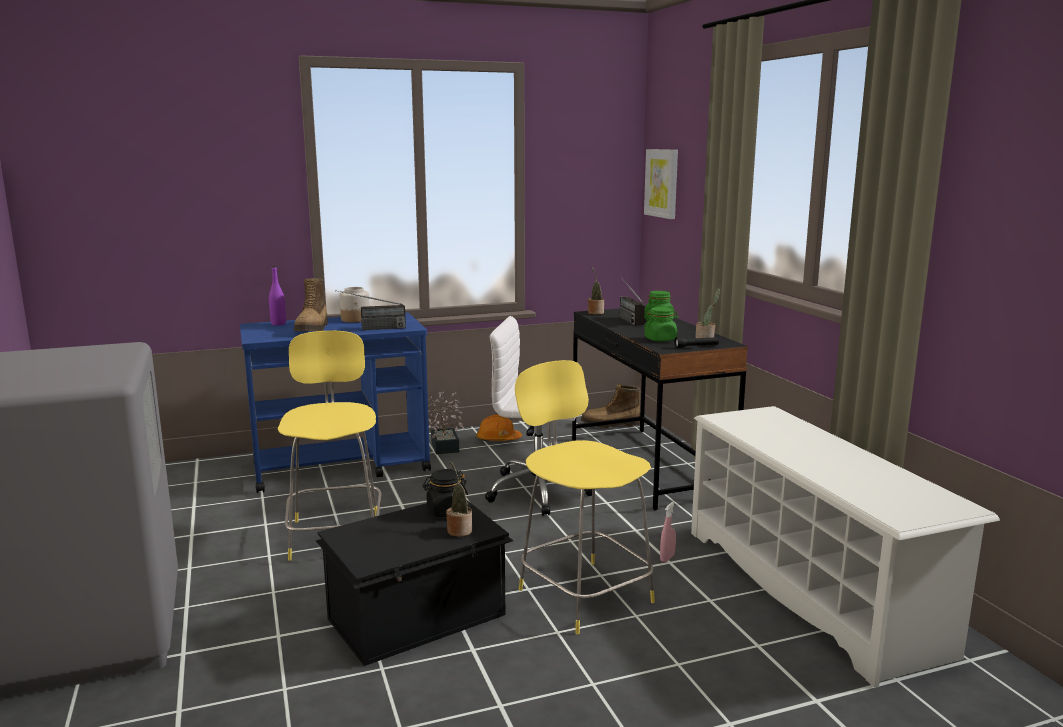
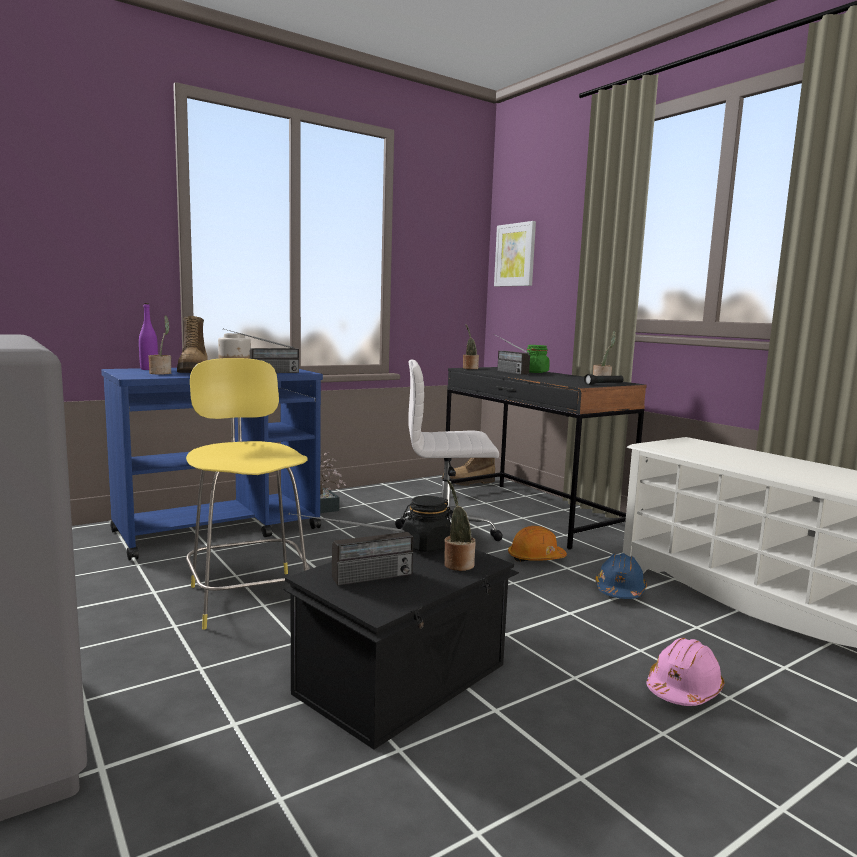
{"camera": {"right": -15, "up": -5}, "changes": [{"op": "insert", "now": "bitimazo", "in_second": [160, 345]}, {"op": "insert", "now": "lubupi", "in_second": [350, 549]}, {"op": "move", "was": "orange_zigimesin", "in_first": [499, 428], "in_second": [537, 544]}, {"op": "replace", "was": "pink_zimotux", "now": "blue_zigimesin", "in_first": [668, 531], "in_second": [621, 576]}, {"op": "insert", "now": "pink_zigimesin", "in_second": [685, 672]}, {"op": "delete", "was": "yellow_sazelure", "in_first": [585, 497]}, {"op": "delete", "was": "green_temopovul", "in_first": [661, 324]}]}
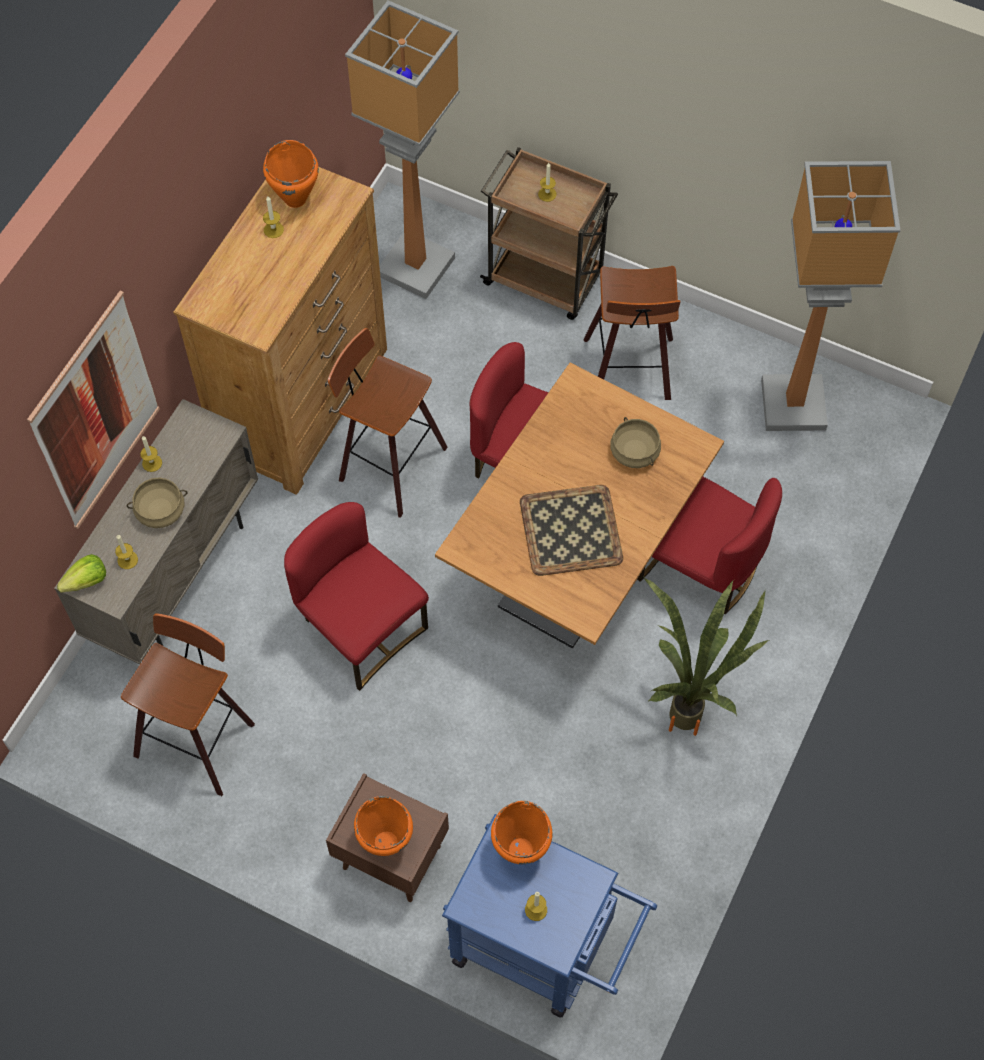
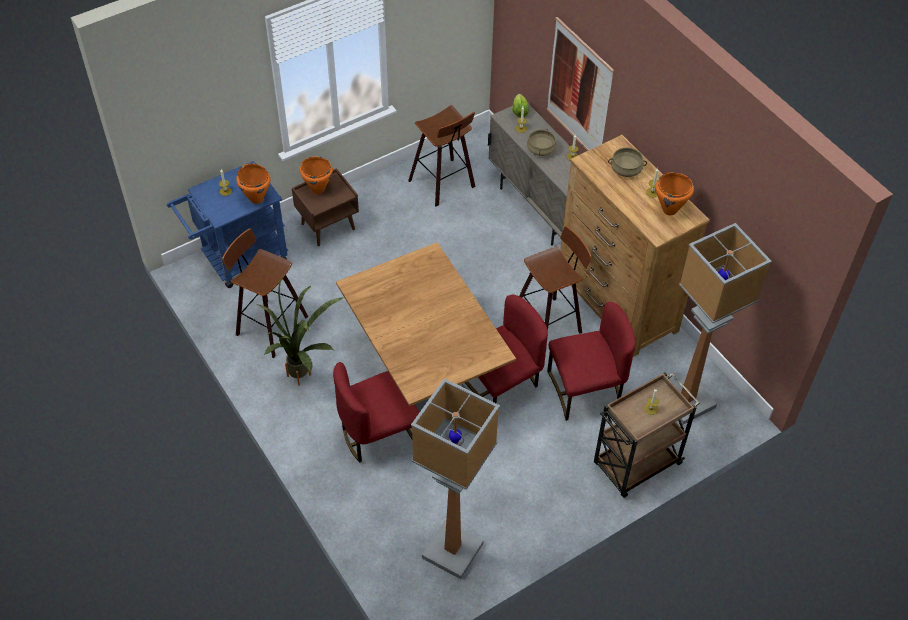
{"camera": {"right": 120, "up": -10}, "changes": [{"op": "move", "was": "sazelure", "in_first": [632, 333], "in_second": [265, 293]}, {"op": "move", "was": "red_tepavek", "in_first": [356, 596], "in_second": [591, 361]}, {"op": "move", "was": "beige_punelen", "in_first": [635, 442], "in_second": [627, 162]}, {"op": "delete", "was": "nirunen", "in_first": [571, 530]}]}
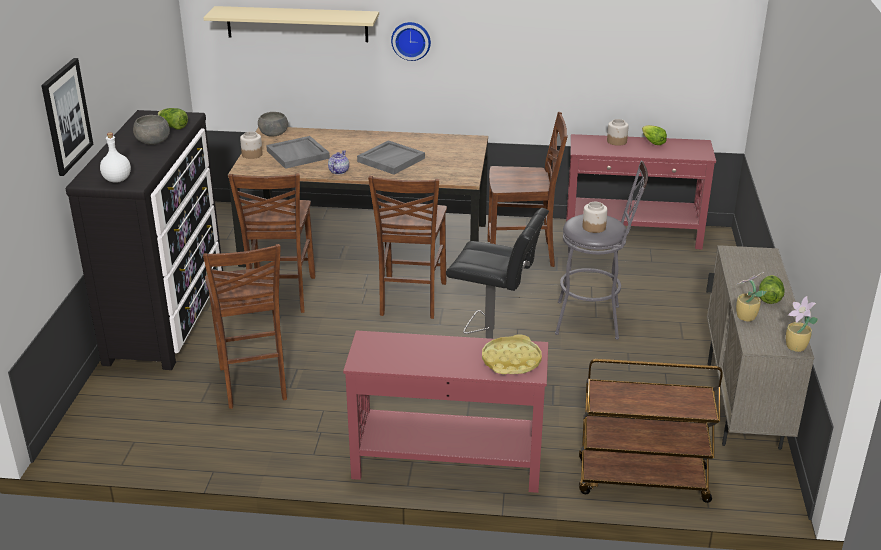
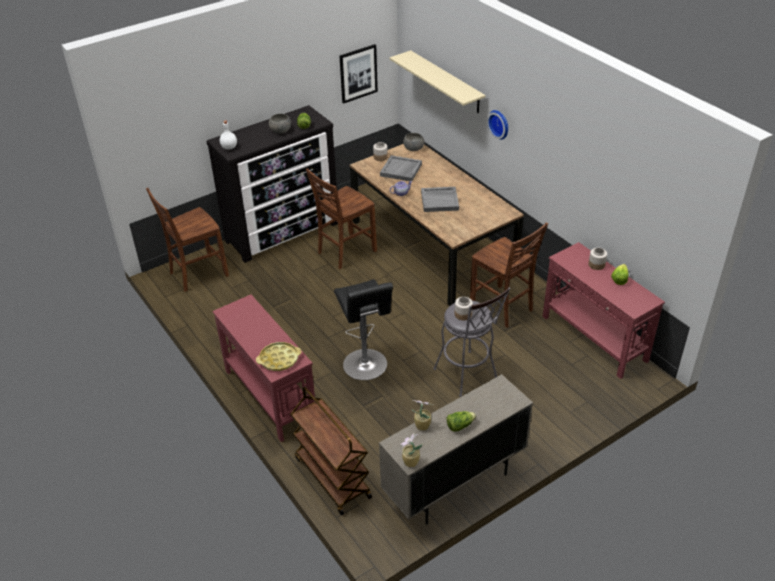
{"camera": {"right": 50, "up": 10}, "changes": [{"op": "move", "was": "brown_tepavek", "in_first": [407, 247], "in_second": [187, 240]}, {"op": "move", "was": "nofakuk", "in_first": [67, 117], "in_second": [359, 74]}, {"op": "delete", "was": "brown_sazelure", "in_first": [245, 326]}]}
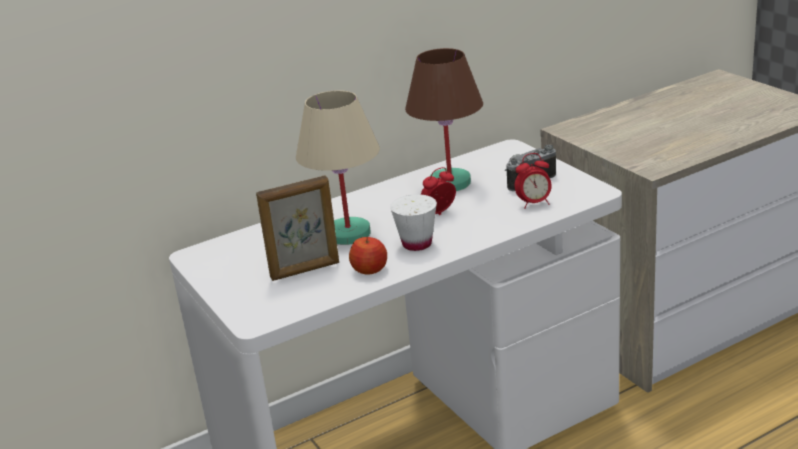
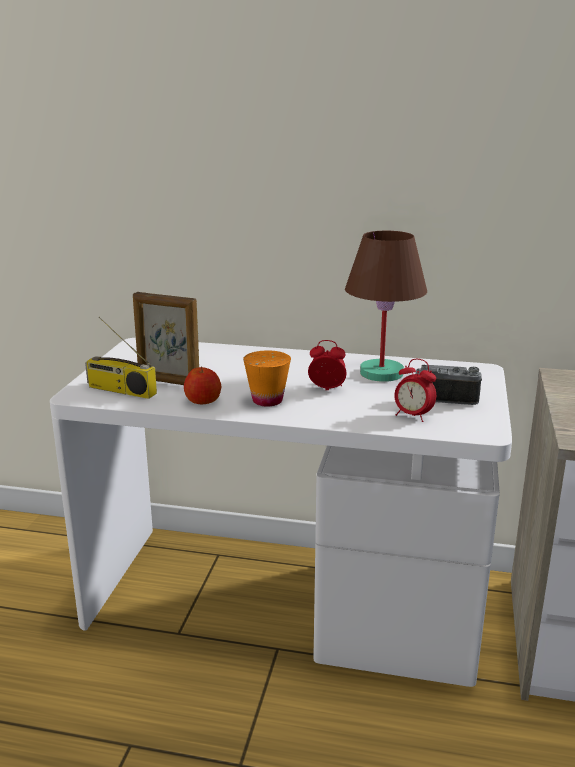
{"camera": {"right": 40, "up": -5}, "changes": [{"op": "insert", "now": "lubupi", "in_second": [121, 358]}, {"op": "recolor", "was": "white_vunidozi", "now": "orange_vunidozi", "in_first": [413, 222], "in_second": [267, 378]}, {"op": "delete", "was": "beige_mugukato", "in_first": [338, 167]}]}
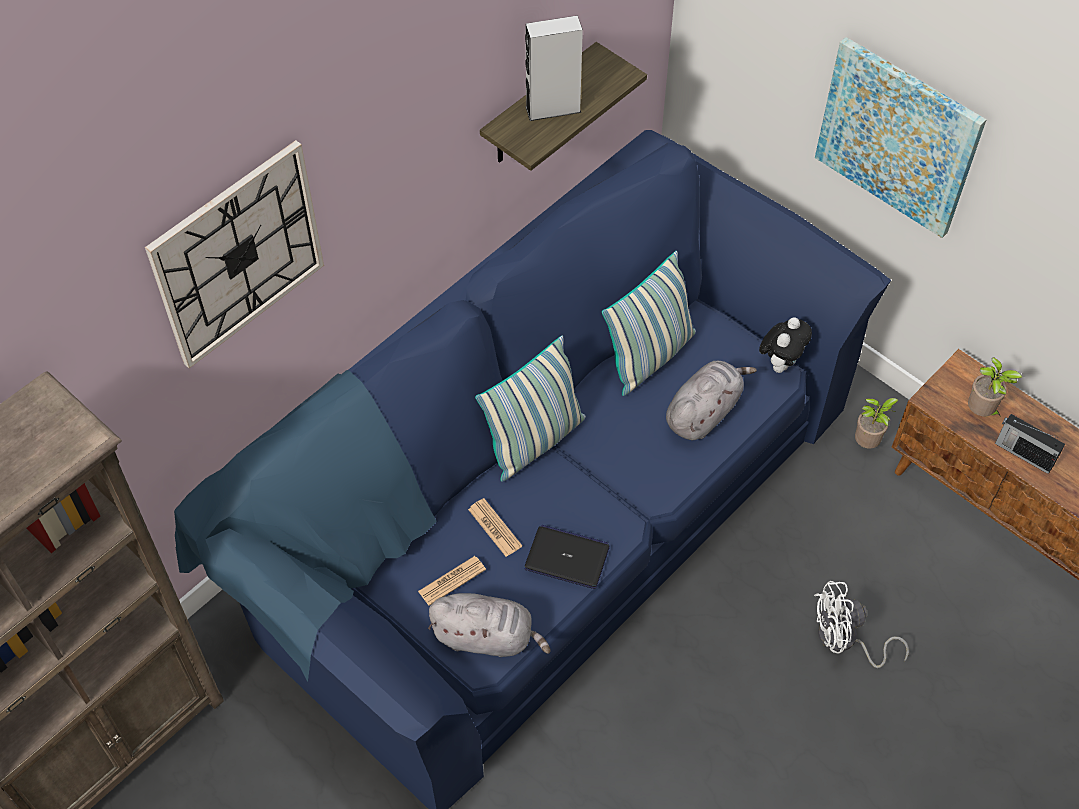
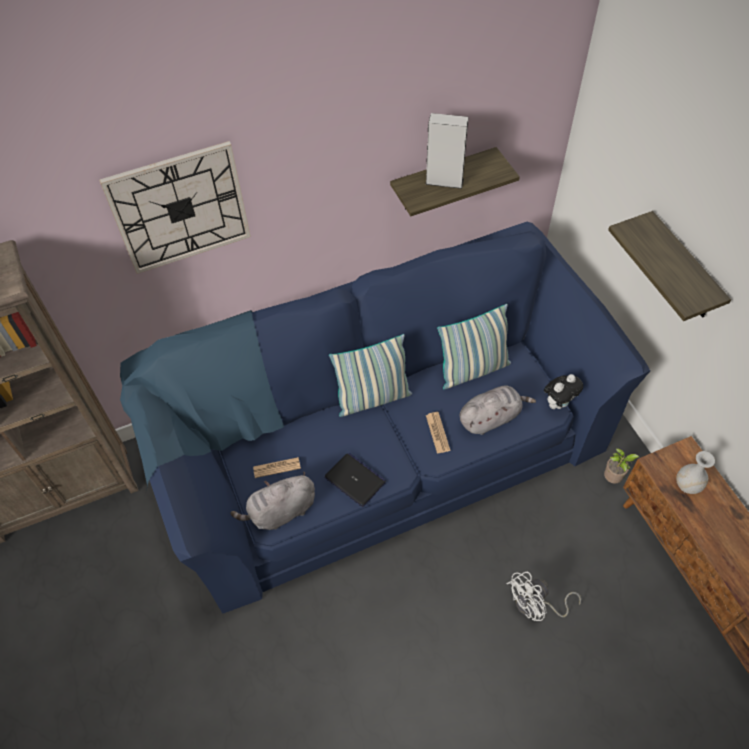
{"camera": {"right": 25, "up": 0}, "changes": [{"op": "rotate", "was": "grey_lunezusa", "in_first": [489, 625], "in_second": [272, 501], "clockwise": 120}, {"op": "move", "was": "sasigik", "in_first": [495, 527], "in_second": [438, 433]}, {"op": "rotate", "was": "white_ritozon", "in_first": [861, 624], "in_second": [544, 596], "clockwise": -45}, {"op": "replace", "was": "nofakuk", "now": "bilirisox", "in_first": [901, 137], "in_second": [669, 266]}, {"op": "replace", "was": "bitimazo", "now": "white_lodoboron", "in_first": [995, 387], "in_second": [695, 472]}, {"op": "delete", "was": "lubupi", "in_first": [1030, 444]}]}
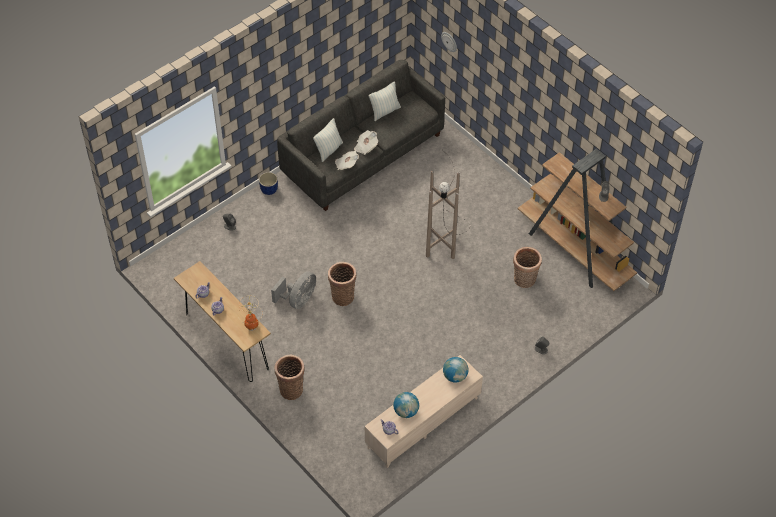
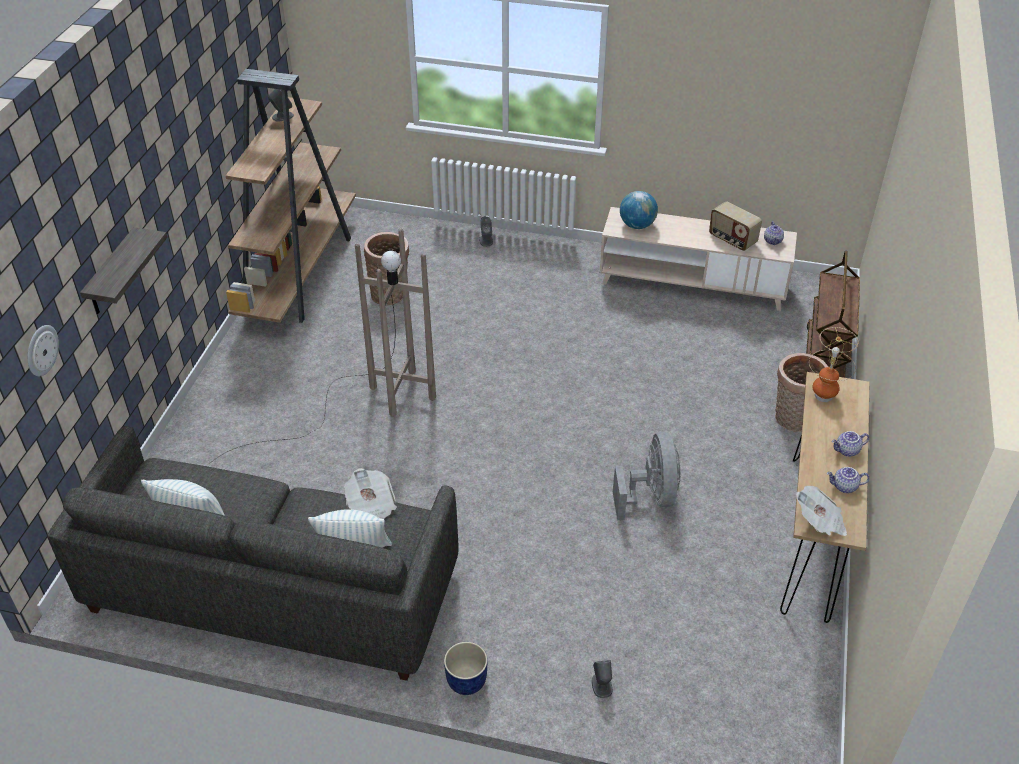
{"camera": {"right": -125, "up": -10}, "changes": [{"op": "insert", "now": "bilirisox", "in_second": [123, 270]}, {"op": "rotate", "was": "grey_ritozon", "in_first": [293, 290], "in_second": [647, 476], "clockwise": 90}, {"op": "replace", "was": "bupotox", "now": "lubupi", "in_first": [406, 405], "in_second": [735, 226]}, {"op": "move", "was": "sasigik", "in_first": [366, 142], "in_second": [821, 511]}, {"op": "insert", "now": "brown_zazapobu", "in_second": [833, 314]}, {"op": "delete", "was": "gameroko", "in_first": [342, 284]}]}
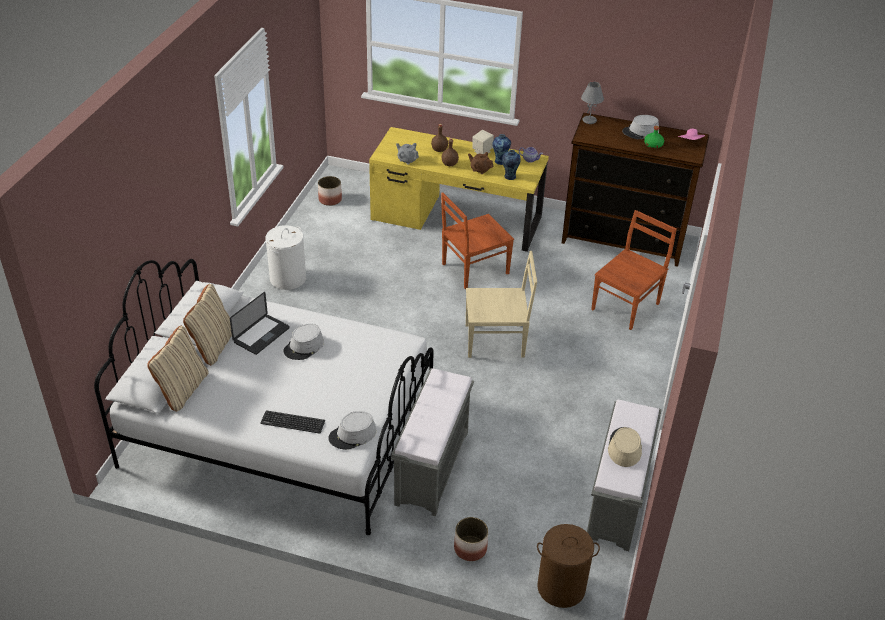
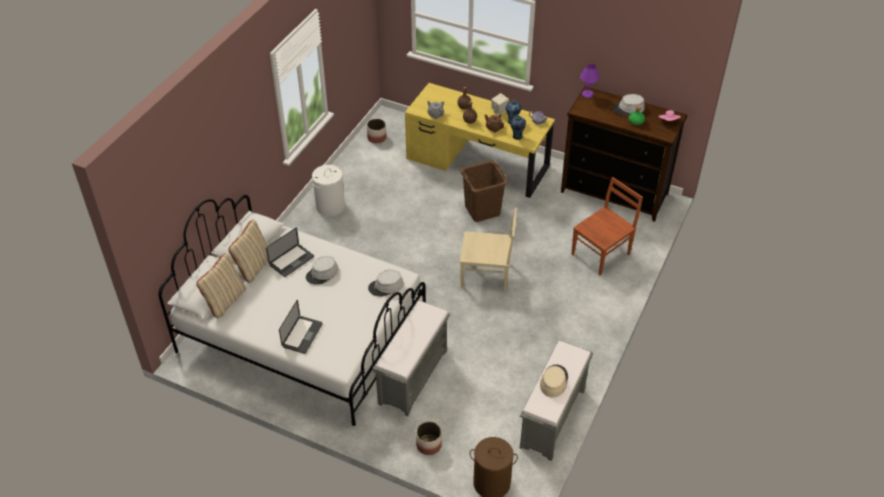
{"camera": {"right": 10, "up": 5}, "changes": [{"op": "replace", "was": "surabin", "now": "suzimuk", "in_first": [292, 422], "in_second": [301, 327]}, {"op": "move", "was": "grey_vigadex", "in_first": [352, 430], "in_second": [386, 283]}, {"op": "replace", "was": "brown_tepavek", "now": "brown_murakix", "in_first": [477, 240], "in_second": [484, 191]}, {"op": "recolor", "was": "grey_mugukato", "now": "purple_mugukato", "in_first": [592, 103], "in_second": [590, 81]}]}
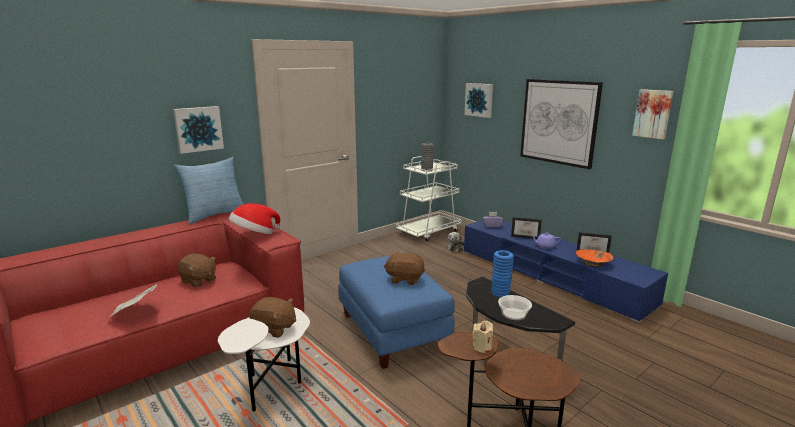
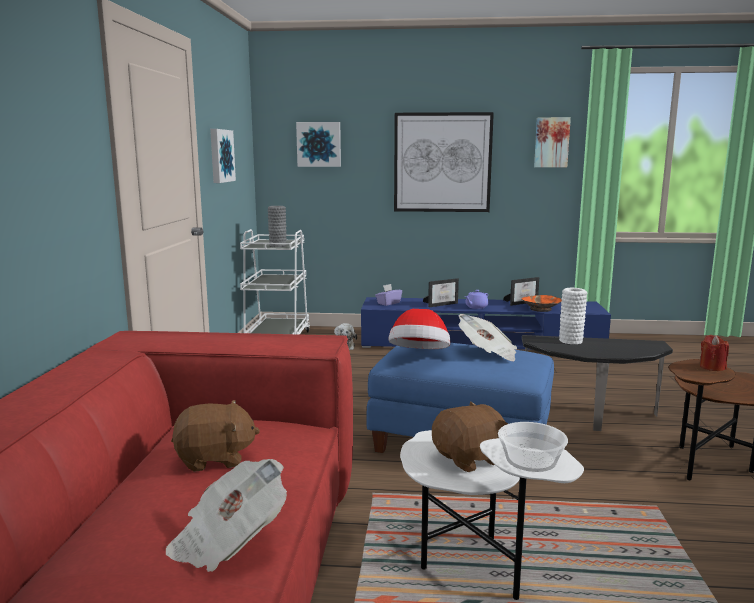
{"camera": {"right": -45, "up": -5}, "changes": [{"op": "move", "was": "nofakuk", "in_first": [198, 130], "in_second": [223, 156]}, {"op": "move", "was": "vigadex", "in_first": [254, 218], "in_second": [419, 329]}, {"op": "replace", "was": "brown_lunezusa", "now": "sasigik", "in_first": [404, 268], "in_second": [488, 337]}, {"op": "move", "was": "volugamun", "in_first": [515, 307], "in_second": [533, 447]}, {"op": "recolor", "was": "blue_lodoboron", "now": "white_lodoboron", "in_first": [503, 273], "in_second": [573, 316]}, {"op": "recolor", "was": "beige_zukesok", "now": "red_zukesok", "in_first": [482, 337], "in_second": [714, 353]}, {"op": "delete", "was": "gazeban", "in_first": [208, 190]}]}
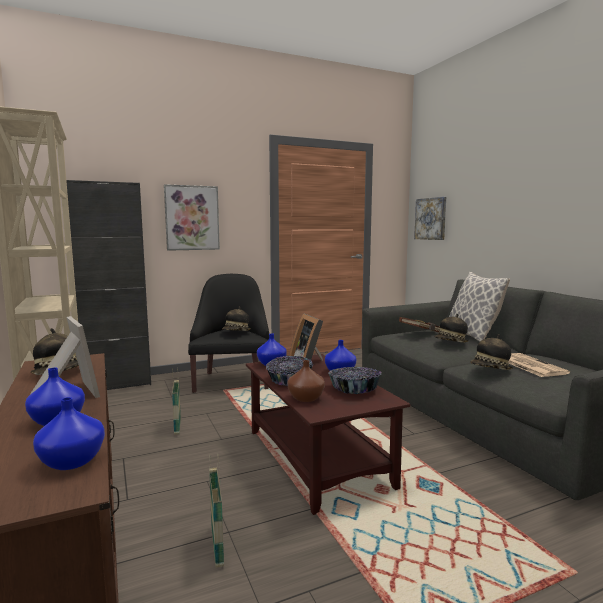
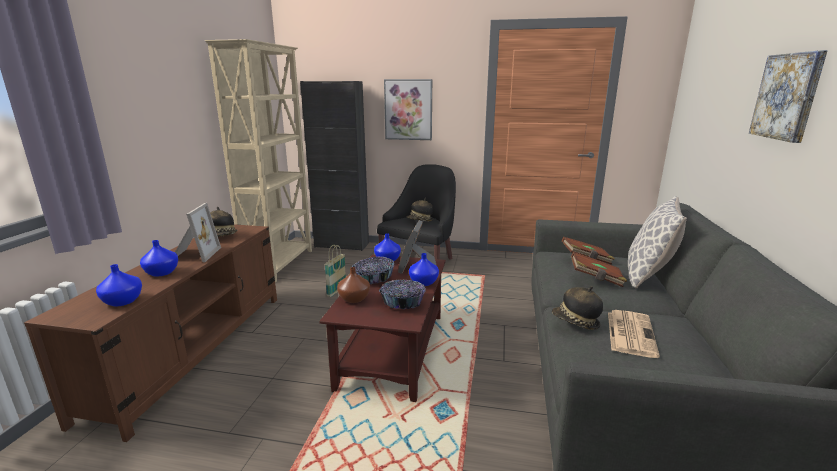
{"camera": {"right": 35, "up": 10}, "changes": [{"op": "replace", "was": "vigadex", "now": "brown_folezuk", "in_first": [452, 328], "in_second": [599, 269]}, {"op": "move", "was": "nofakuk", "in_first": [430, 218], "in_second": [788, 96]}, {"op": "delete", "was": "gameroko", "in_first": [216, 510]}]}
